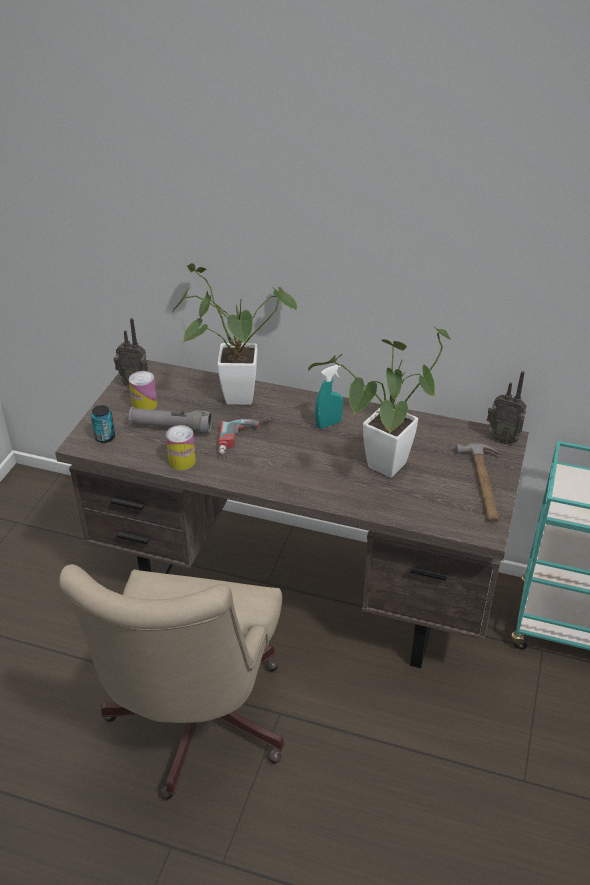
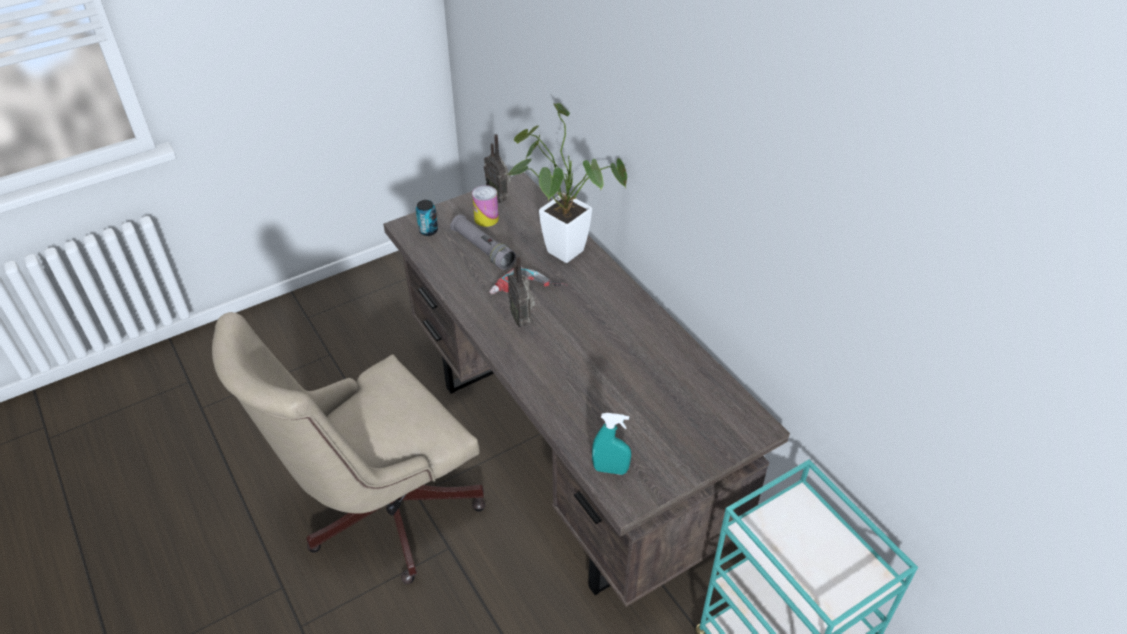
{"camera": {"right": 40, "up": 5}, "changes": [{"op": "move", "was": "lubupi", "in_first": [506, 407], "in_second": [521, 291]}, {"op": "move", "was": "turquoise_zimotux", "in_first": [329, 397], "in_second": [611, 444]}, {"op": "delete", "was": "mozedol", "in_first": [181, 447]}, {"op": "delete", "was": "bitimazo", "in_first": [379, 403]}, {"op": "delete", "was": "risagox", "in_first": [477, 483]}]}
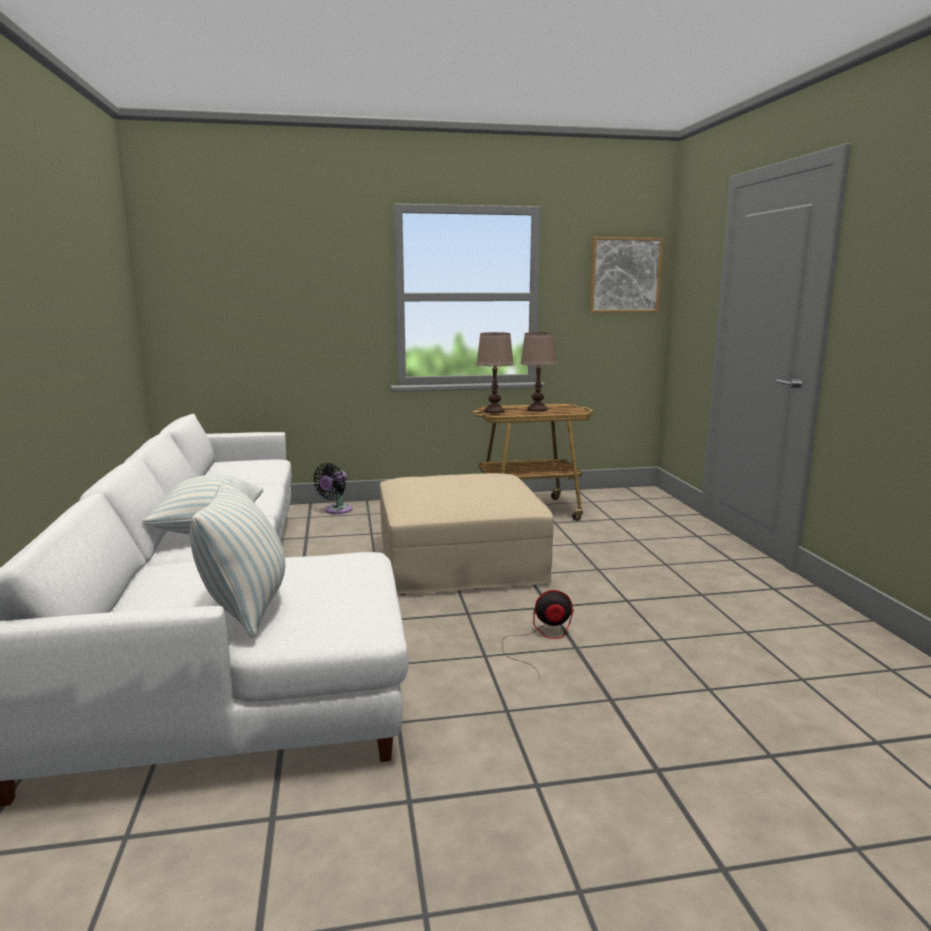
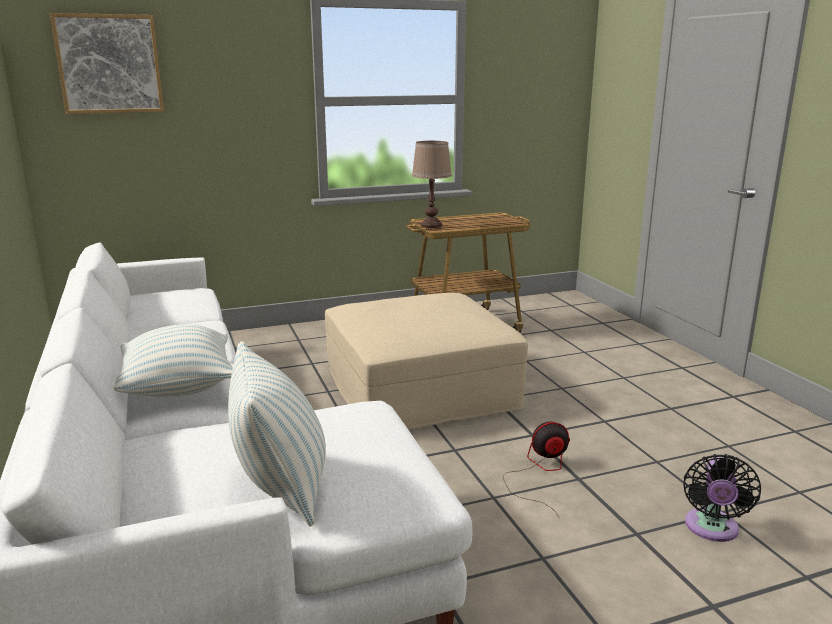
{"camera": {"right": -10, "up": 5}, "changes": [{"op": "move", "was": "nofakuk", "in_first": [626, 275], "in_second": [107, 63]}, {"op": "move", "was": "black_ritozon", "in_first": [332, 488], "in_second": [722, 498]}, {"op": "delete", "was": "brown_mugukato", "in_first": [538, 372]}]}
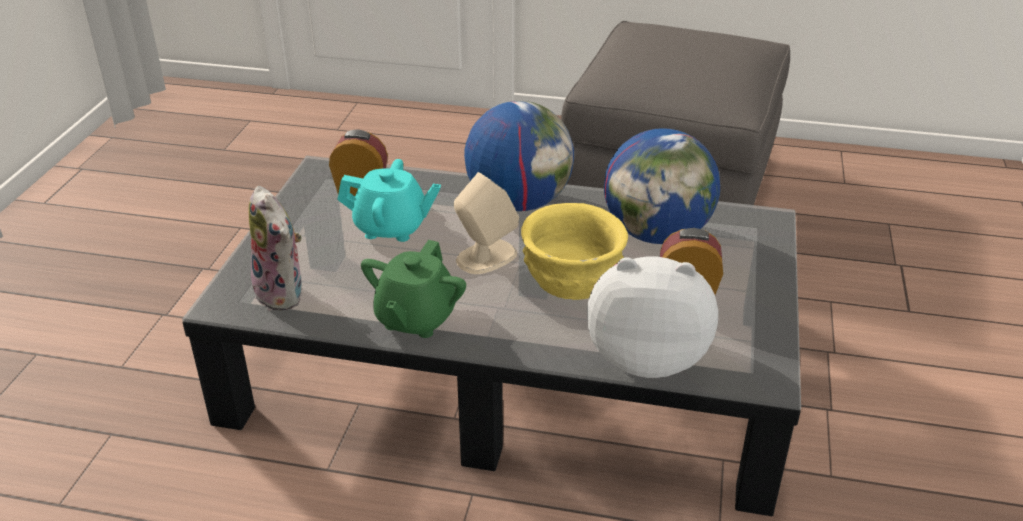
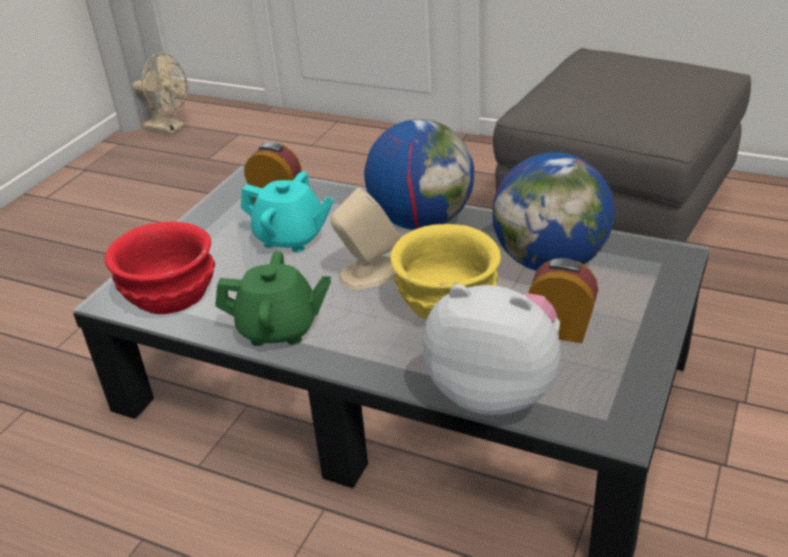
{"camera": {"right": 15, "up": 0}, "changes": [{"op": "replace", "was": "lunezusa", "now": "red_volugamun", "in_first": [275, 248], "in_second": [160, 268]}, {"op": "insert", "now": "beige_ritozon", "in_second": [160, 93]}, {"op": "rotate", "was": "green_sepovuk", "in_first": [413, 289], "in_second": [273, 298], "clockwise": -120}]}
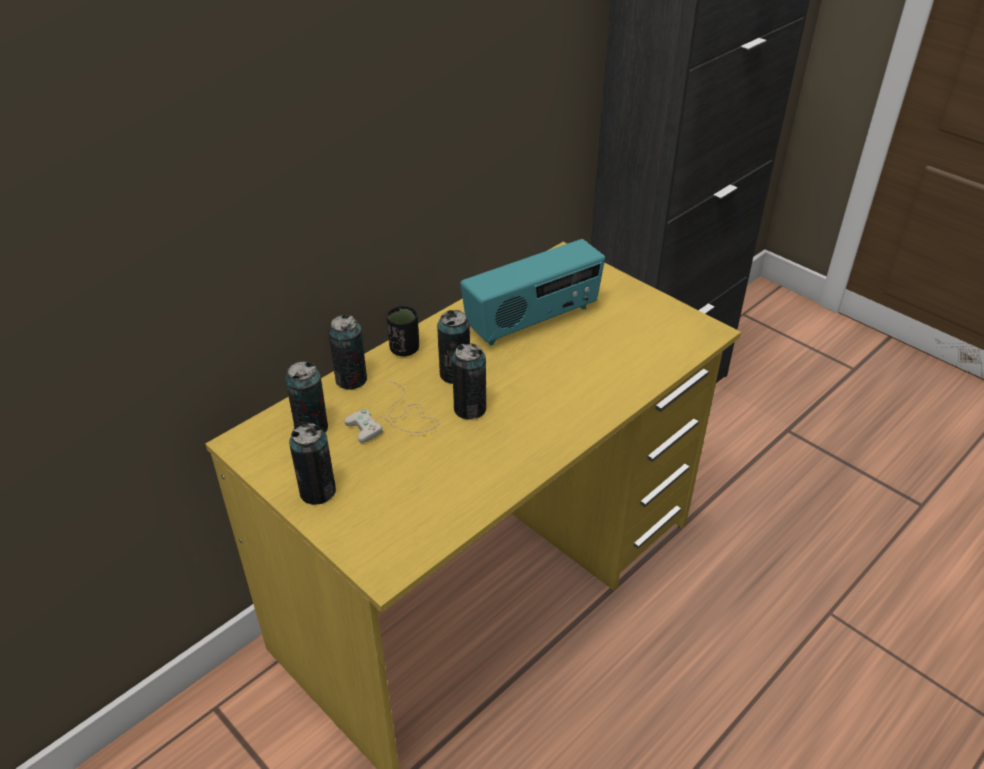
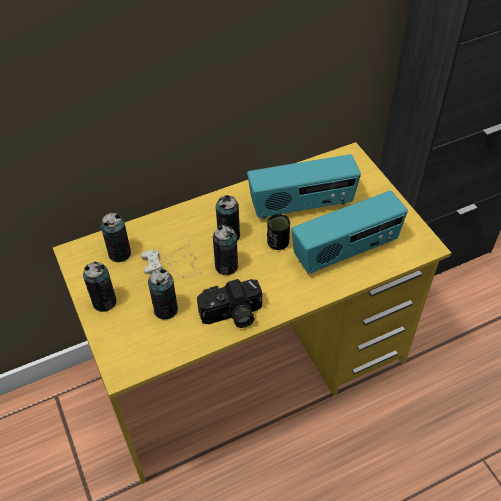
{"camera": {"right": 20, "up": 10}, "changes": [{"op": "move", "was": "mozedol", "in_first": [348, 352], "in_second": [163, 294]}, {"op": "insert", "now": "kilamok", "in_second": [229, 303]}, {"op": "move", "was": "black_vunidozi", "in_first": [403, 331], "in_second": [278, 232]}, {"op": "insert", "now": "lubupi", "in_second": [350, 232]}]}
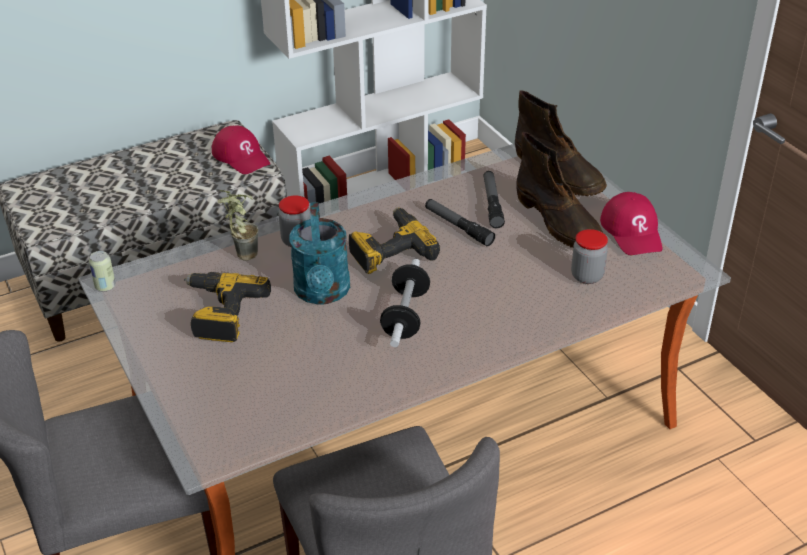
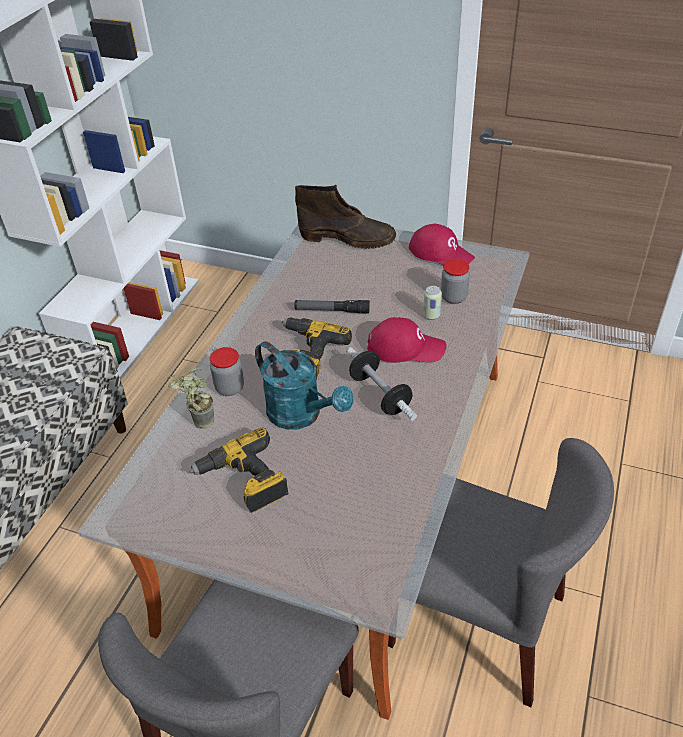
{"camera": {"right": -40, "up": 5}, "changes": [{"op": "move", "was": "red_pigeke", "in_first": [241, 149], "in_second": [407, 340]}, {"op": "move", "was": "mozedol", "in_first": [102, 271], "in_second": [432, 302]}, {"op": "delete", "was": "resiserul", "in_first": [494, 199]}, {"op": "delete", "was": "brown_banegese", "in_first": [559, 190]}]}
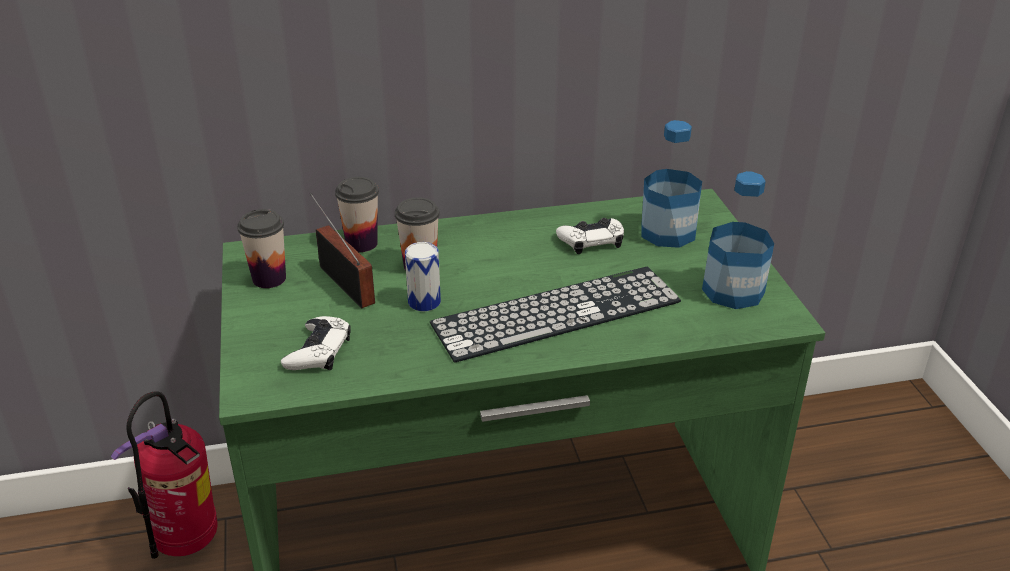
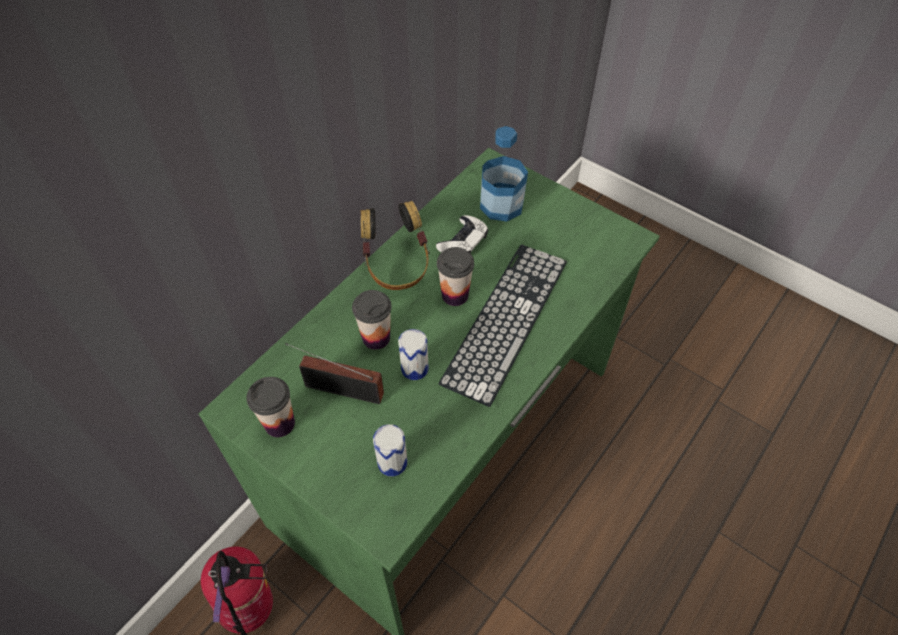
{"camera": {"right": -40, "up": 20}, "changes": [{"op": "insert", "now": "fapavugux", "in_second": [395, 245]}, {"op": "replace", "was": "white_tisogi", "now": "mozedol", "in_first": [316, 343], "in_second": [390, 450]}, {"op": "move", "was": "vunidozi", "in_first": [357, 214], "in_second": [455, 276]}, {"op": "delete", "was": "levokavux", "in_first": [738, 240]}]}
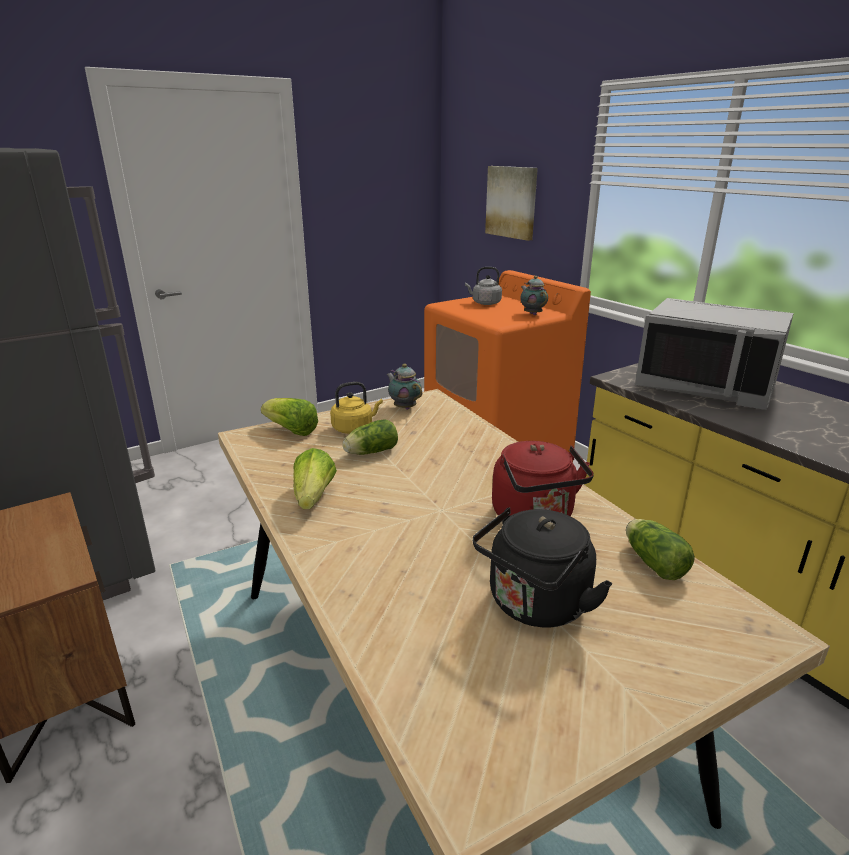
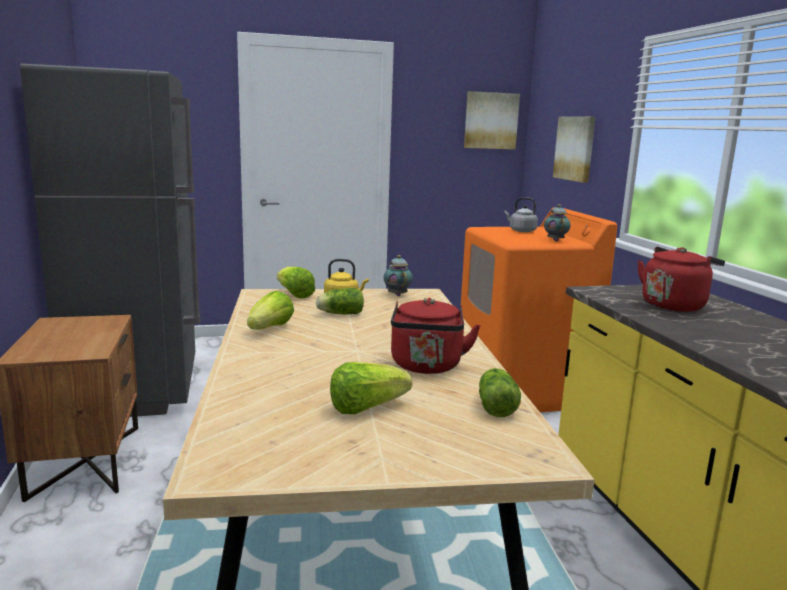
{"camera": {"right": 20, "up": -10}, "changes": [{"op": "replace", "was": "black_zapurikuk", "now": "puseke", "in_first": [543, 567], "in_second": [371, 388]}, {"op": "insert", "now": "nofakuk", "in_second": [492, 120]}, {"op": "replace", "was": "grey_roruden", "now": "red_zapurikuk", "in_first": [714, 354], "in_second": [681, 279]}]}
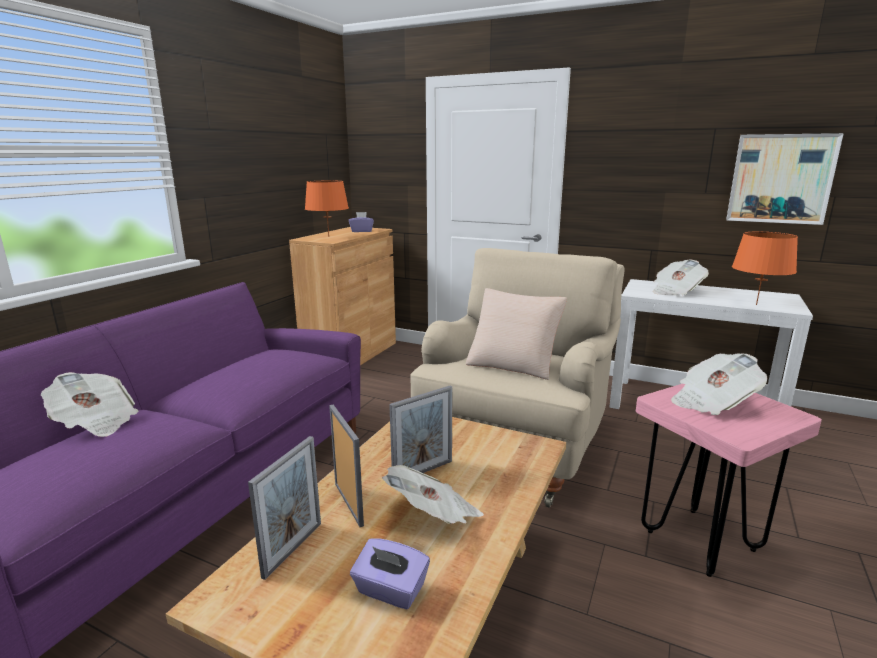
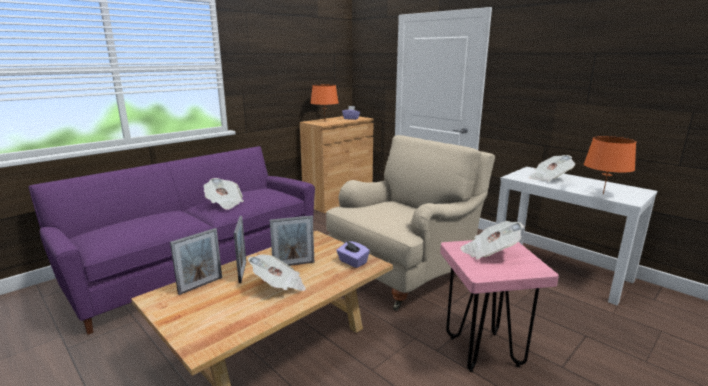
{"camera": {"right": 20, "up": 0}, "changes": [{"op": "move", "was": "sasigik", "in_first": [89, 404], "in_second": [223, 194]}, {"op": "move", "was": "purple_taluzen", "in_first": [390, 573], "in_second": [353, 254]}, {"op": "delete", "was": "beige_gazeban", "in_first": [516, 334]}, {"op": "delete", "was": "nofakuk", "in_first": [785, 179]}]}
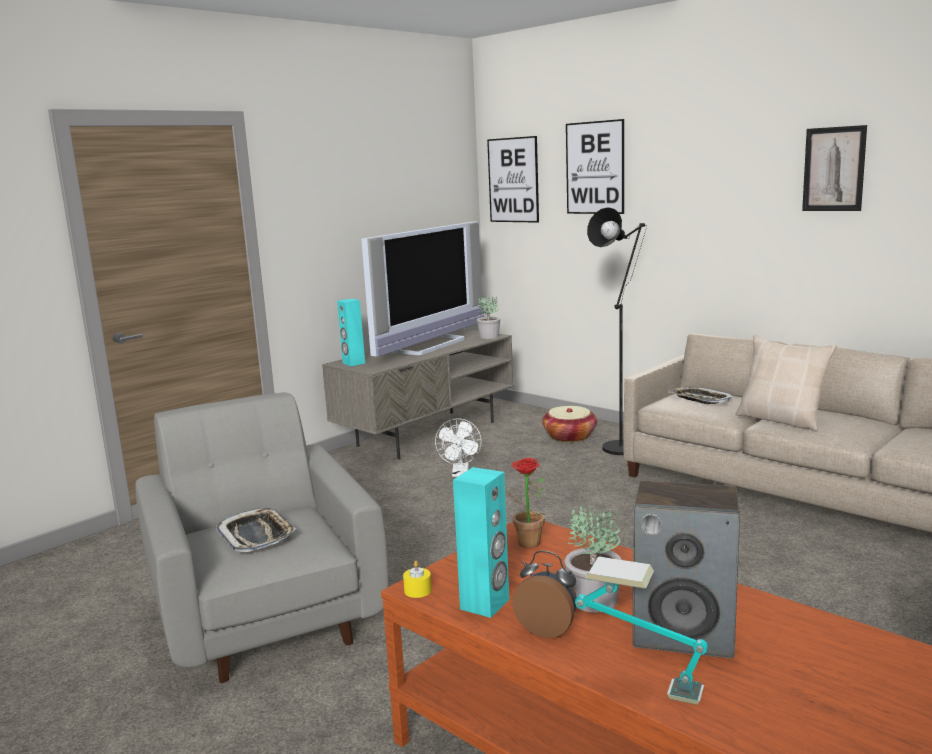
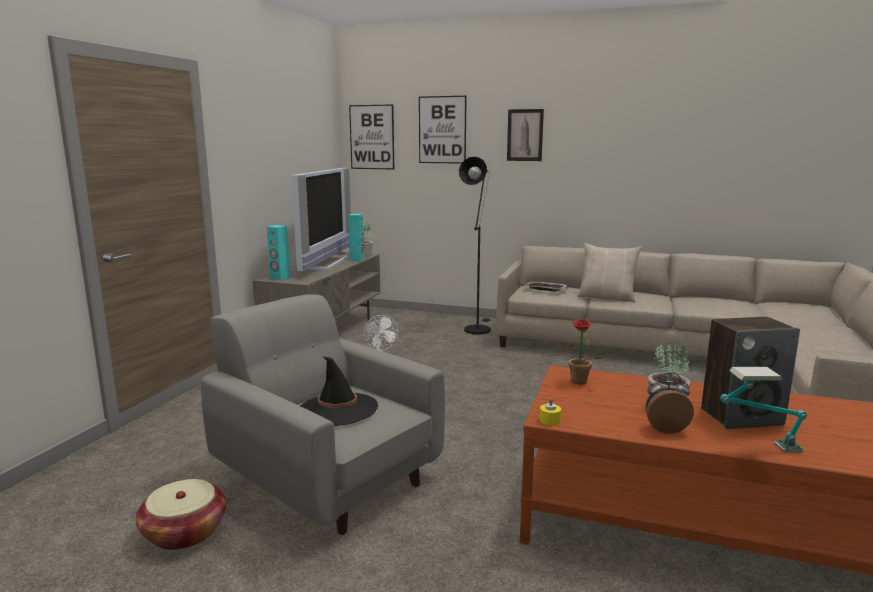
{"camera": {"right": -25, "up": 0}, "changes": [{"op": "move", "was": "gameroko", "in_first": [569, 424], "in_second": [181, 514]}, {"op": "replace", "was": "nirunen", "now": "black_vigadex", "in_first": [256, 530], "in_second": [339, 391]}, {"op": "move", "was": "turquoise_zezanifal", "in_first": [481, 542], "in_second": [356, 237]}, {"op": "move", "was": "nofakuk", "in_first": [834, 168], "in_second": [525, 135]}]}
